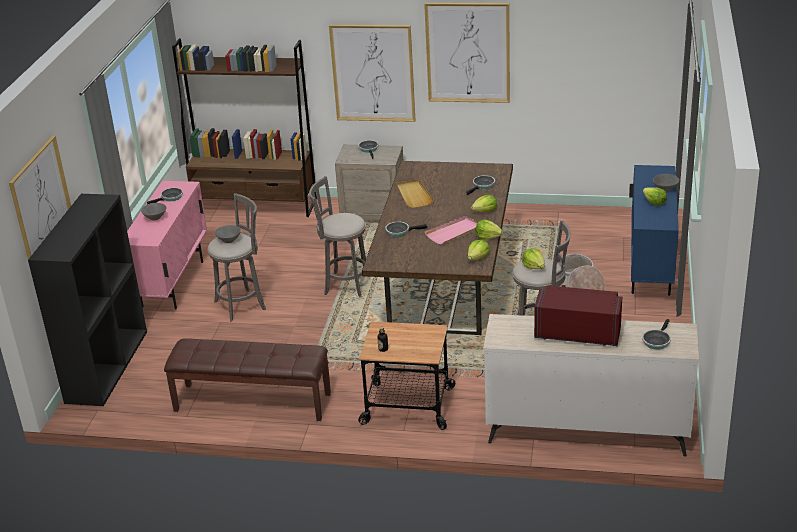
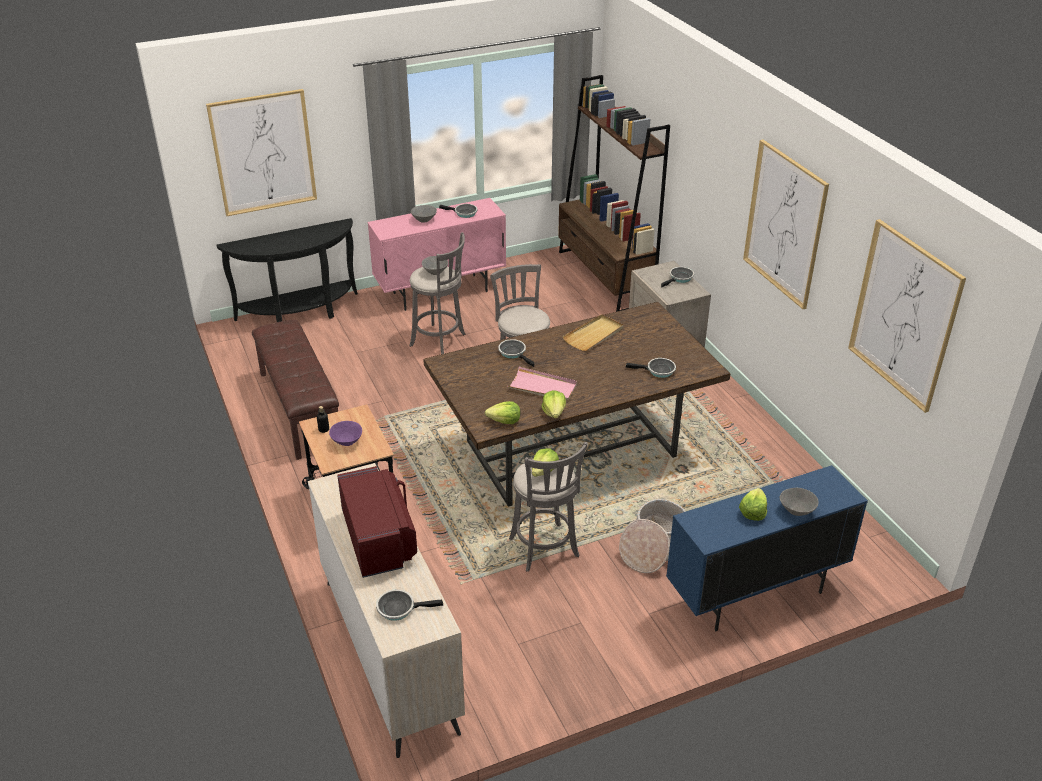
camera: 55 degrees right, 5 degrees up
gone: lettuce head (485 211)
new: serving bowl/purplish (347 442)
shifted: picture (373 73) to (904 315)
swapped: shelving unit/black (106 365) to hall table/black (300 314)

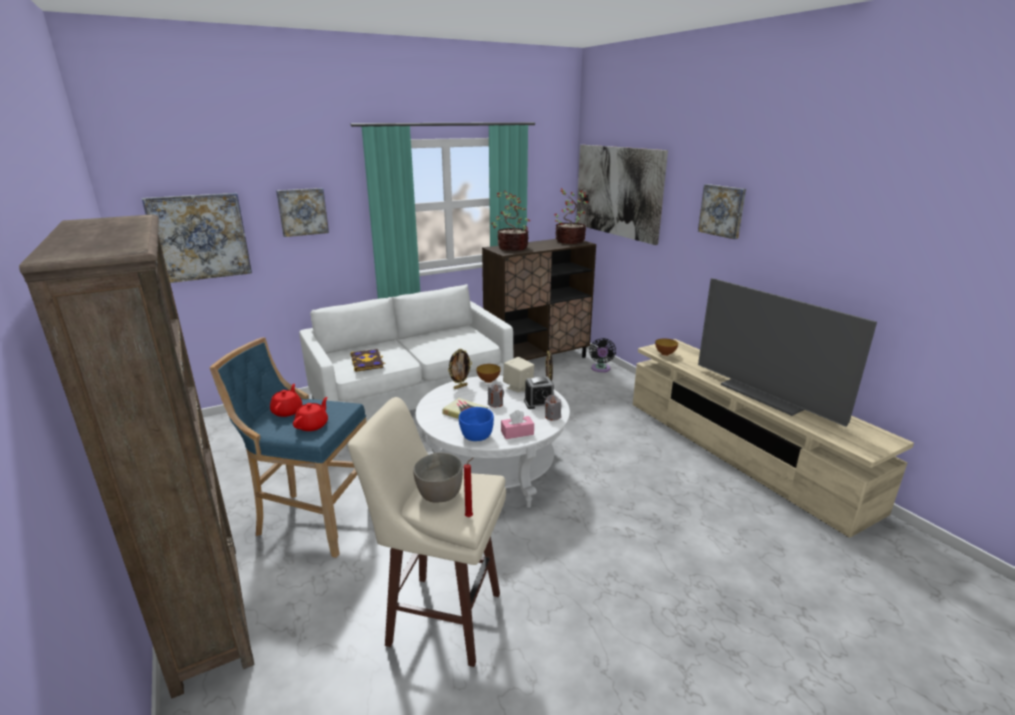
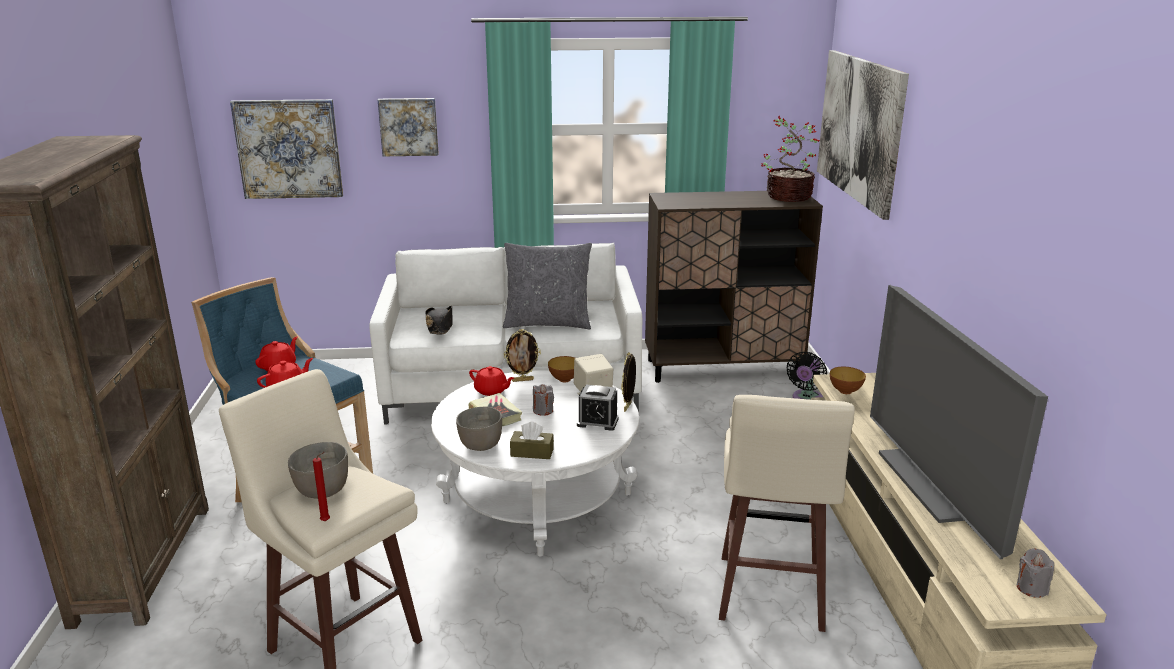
camera: 25 degrees right, 0 degrees up
gone: plant in a pot (511 247); picture (722 211)
new: tea pot/red-coloured (491 391); pillow/gray (548 323); stool/beige (769 595)
shifted: wax candle/gray (552 416) to (1031 588)
swapped: book (367 361) to hat/black (440 326)
repainted: serving bowl/blue (476 436) to serving bowl/gray (480 445); box of tissues/pink (517 433) to box of tissues/brown-coloured (532 452)

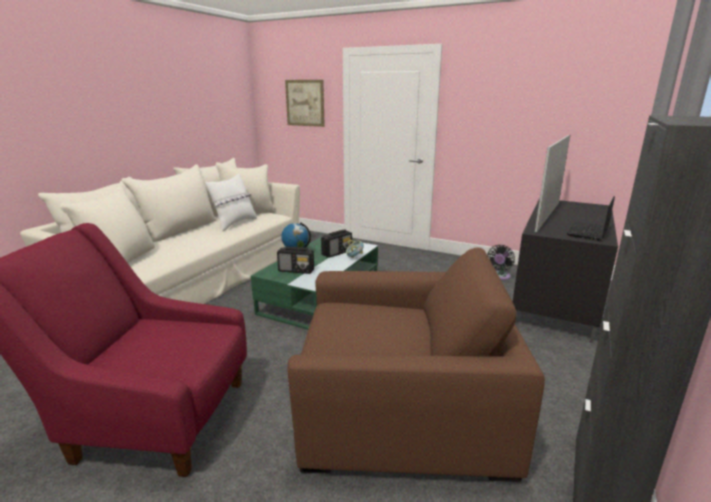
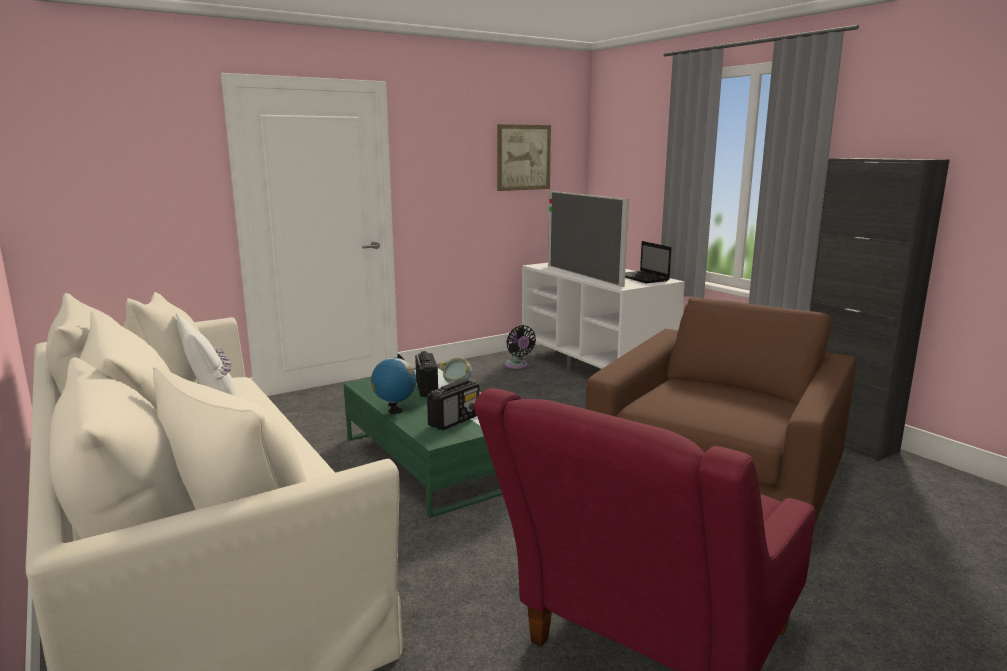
camera: 60 degrees left, 5 degrees down
shifted: picture (305 103) to (523 157)
repainted: media console/black (557 302) to media console/white (596 365)

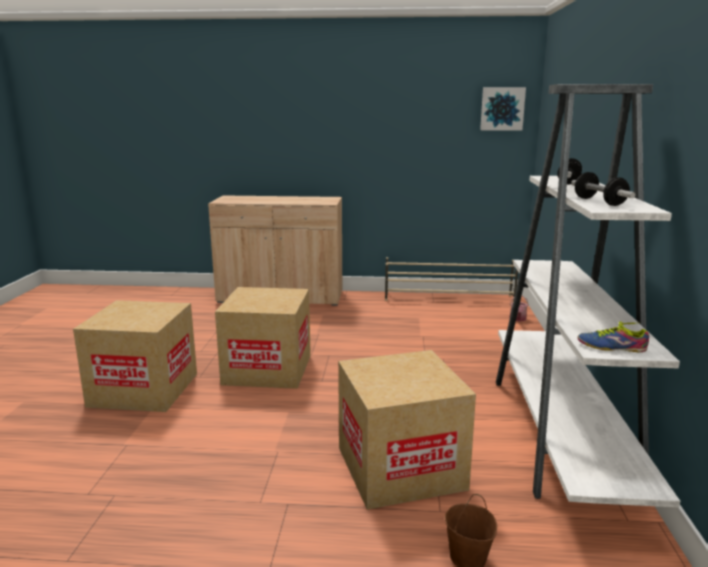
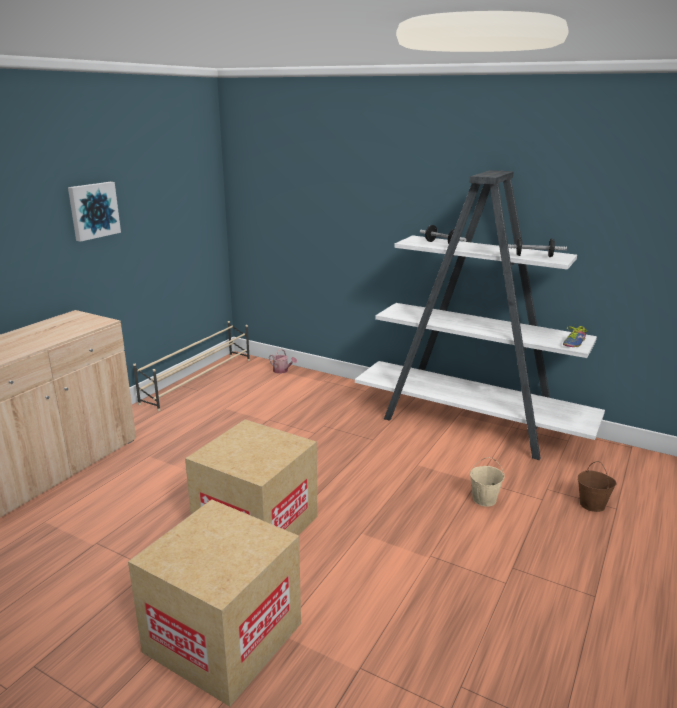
camera: 65 degrees left, 5 degrees up
shifted: picture (502 109) to (93 210)
swapped: carton (400 468) to pail/beige (484 499)

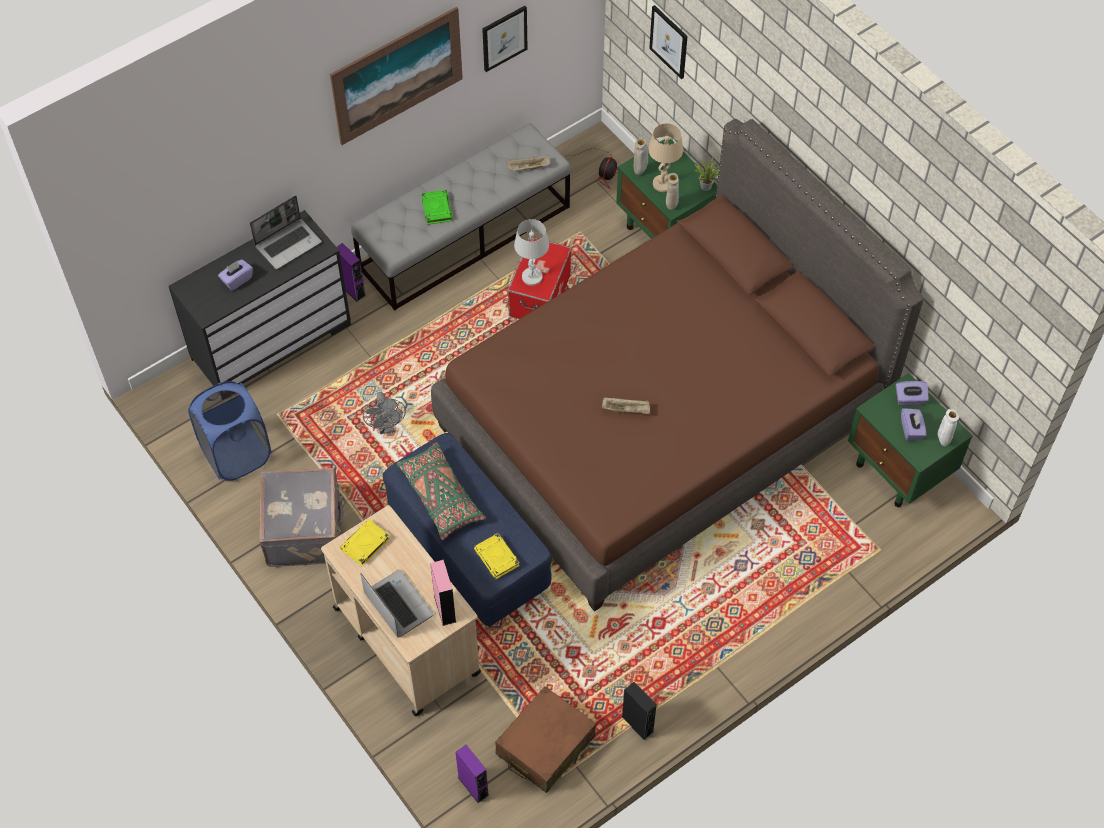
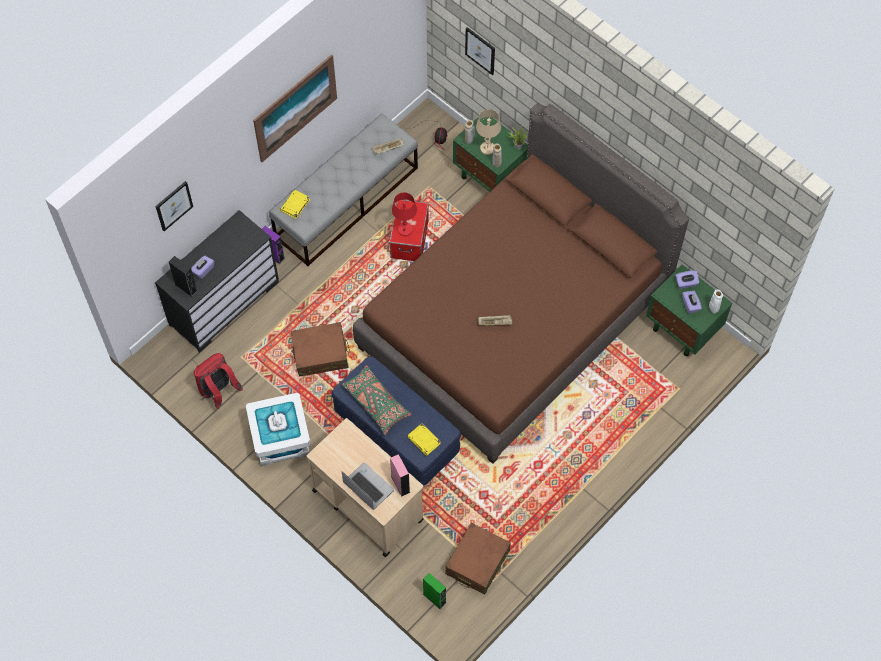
camera: 10 degrees left, 5 degrees up
gone: portable computer (288 244); book/green-coloured (436 209)
shifted: book/yellow-coloured (365 544) to (295 205); picture (504 38) to (173 205); loudspeaker/black (637 724) to (186 287)
swapped: washing basket/blue (236 455) to knapsack/red-coloured (219 391); piece of luggage/gray (306 530) to storage bin/white (280 438); electric fan/gray (386 427) to piece of luggage/brown-coloured (320 354)
repainted: loudspeaker/purplish (473 786) to loudspeaker/green-coloured (434 598); lamp for a table/white (532 277) to lamp for a table/red-coloured (405 229)

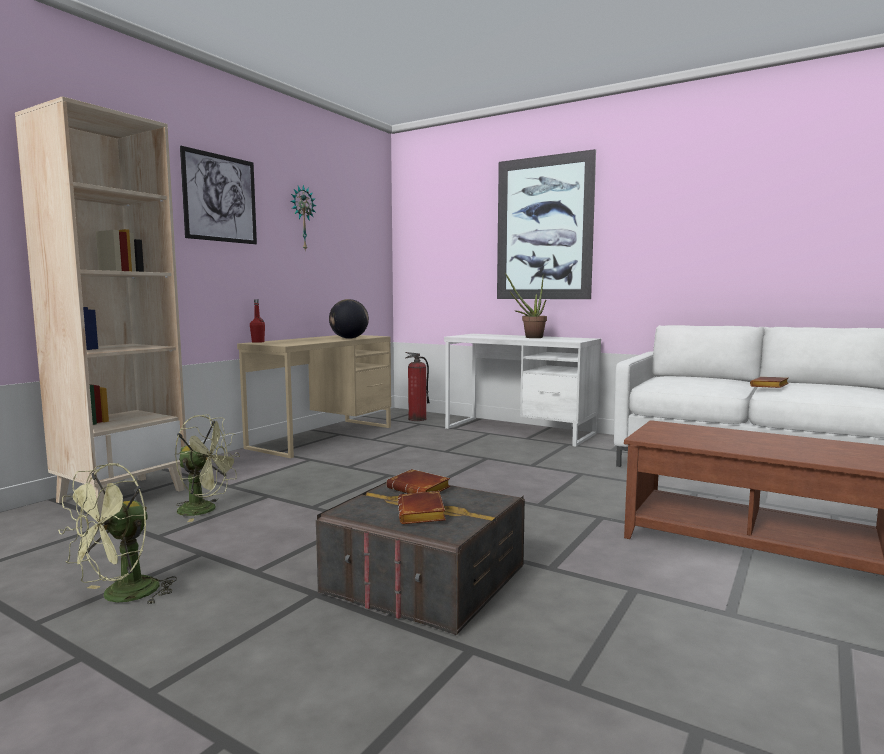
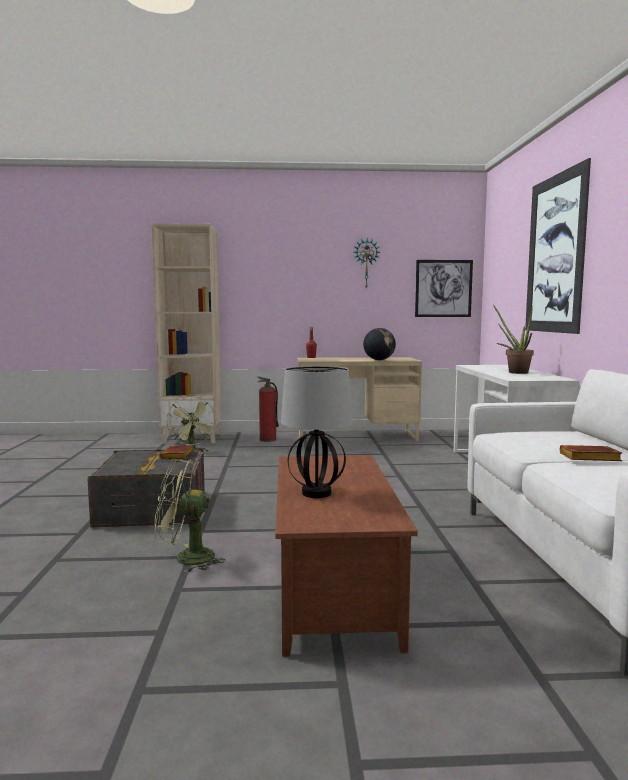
camera: 55 degrees right, 0 degrees up
gone: book/brown-coloured (423 514)
new: lamp for a table (315 493)
shifted: electric fan/green-coloured (121 597) to (186 558); picture (220 198) to (443 288); fire extinguisher (417 419) to (267 439)

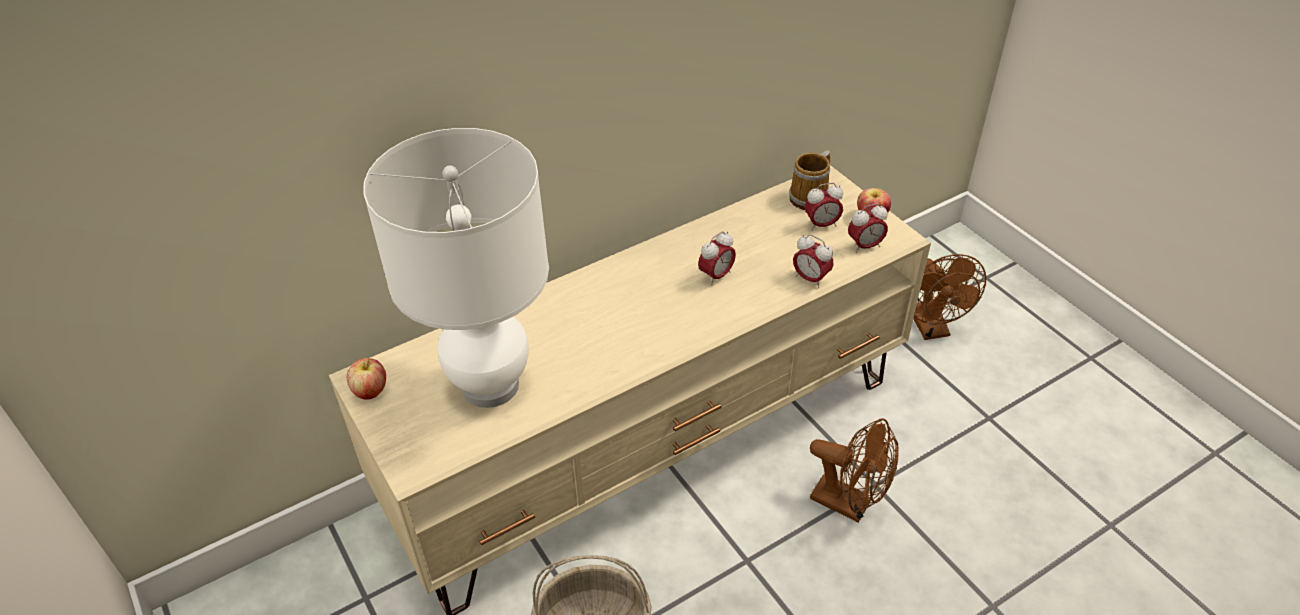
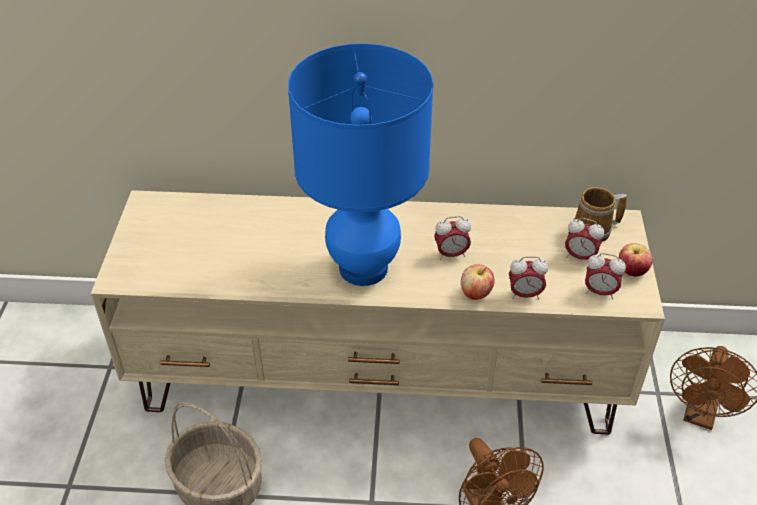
camera: 35 degrees right, 0 degrees up
gone: lamp for a table/white (490 385)
new: lamp for a table/blue (363 268)
shifted: apple fruit (370 391) to (475 293)
rotated: alarm clock (810 279) = (524 294) 75 degrees counterclockwise

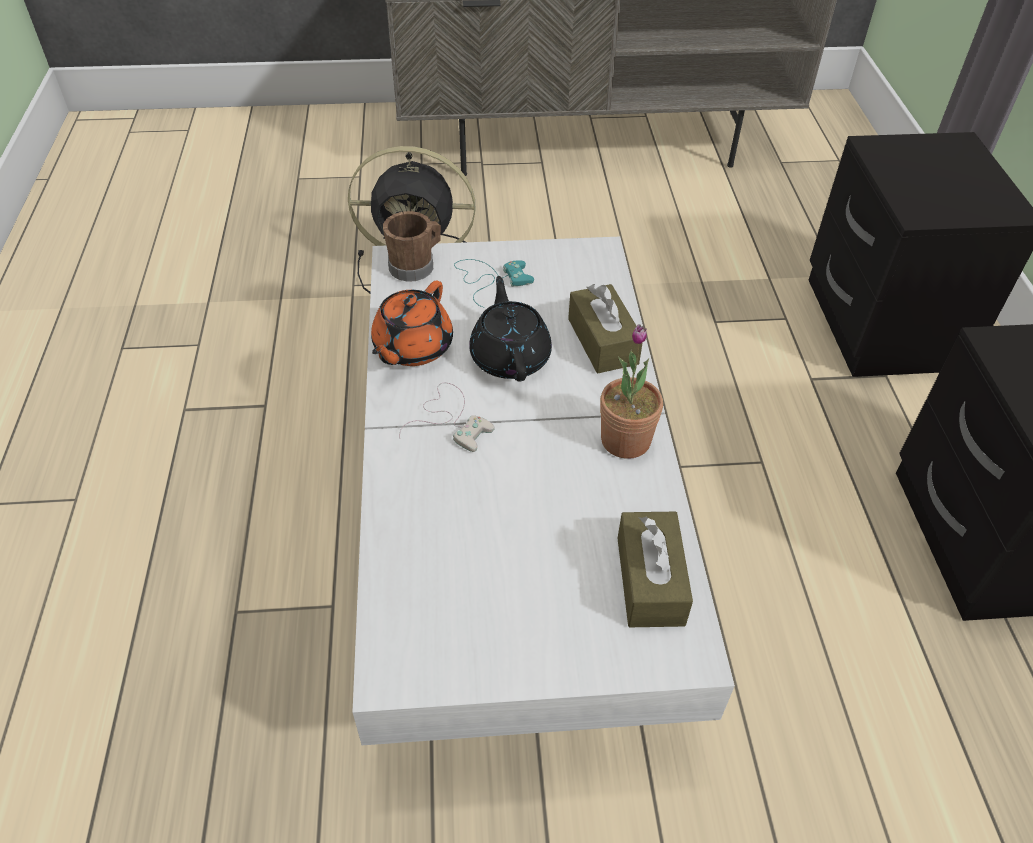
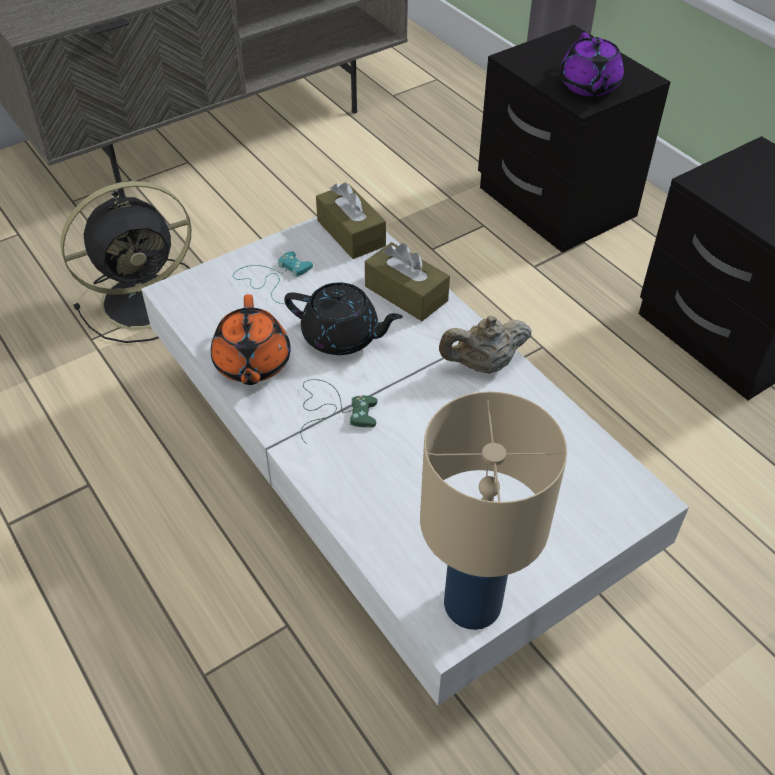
camera: 30 degrees left, 0 degrees up
gone: tea mug/brown-coloured (416 266)
new: lamp for a table/beige (474 605); tea pot/purplish (589 86)
shifted: box of tissues/brown-coloured (650 580) to (351 233)
swapped: plant in a pot (625 440) to tea pot/beige (483 365)
repainted: joypad/white (450 419) to joypad/green-coloured (333 409)
rotated: tea pot/black (510 357) = (342 337) 150 degrees clockwise

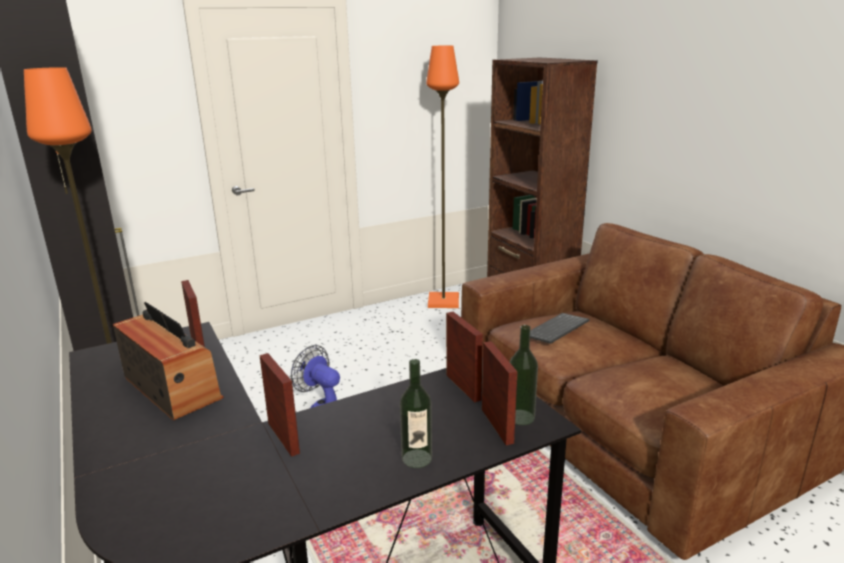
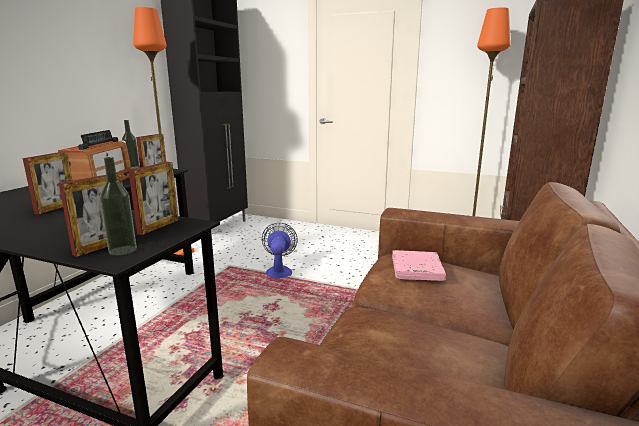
camera: 50 degrees right, 5 degrees down
shifted: beverage bottle (416 458) to (132 167)
swapped: PC keyboard (557 330) to book/pink (416 269)

